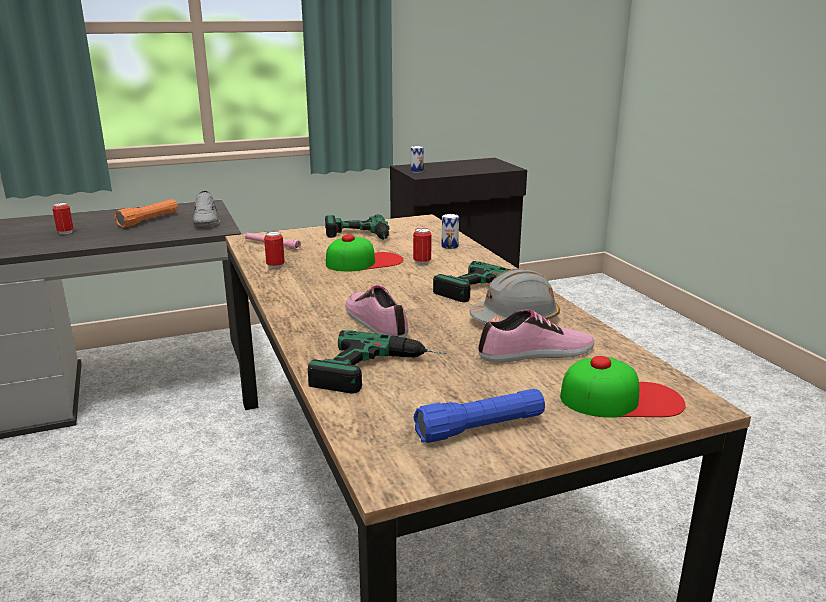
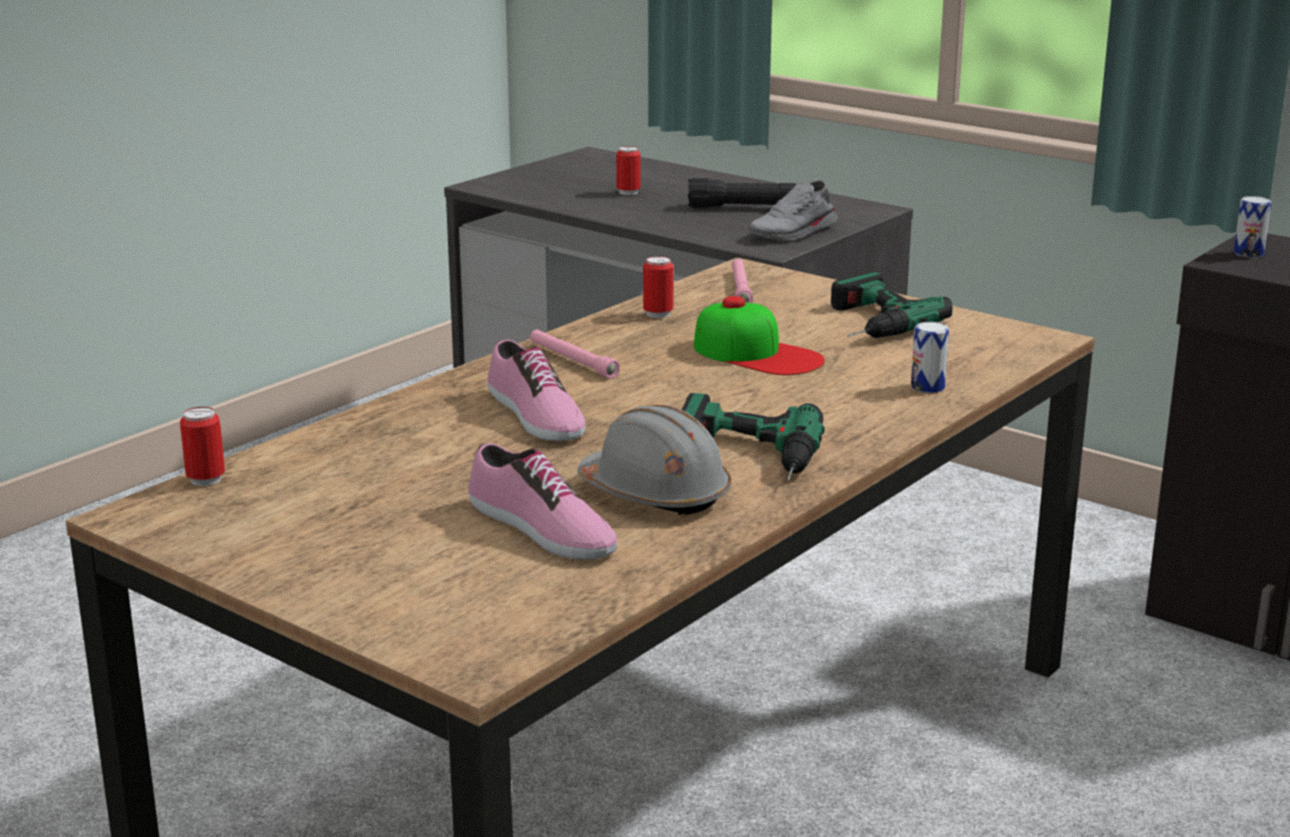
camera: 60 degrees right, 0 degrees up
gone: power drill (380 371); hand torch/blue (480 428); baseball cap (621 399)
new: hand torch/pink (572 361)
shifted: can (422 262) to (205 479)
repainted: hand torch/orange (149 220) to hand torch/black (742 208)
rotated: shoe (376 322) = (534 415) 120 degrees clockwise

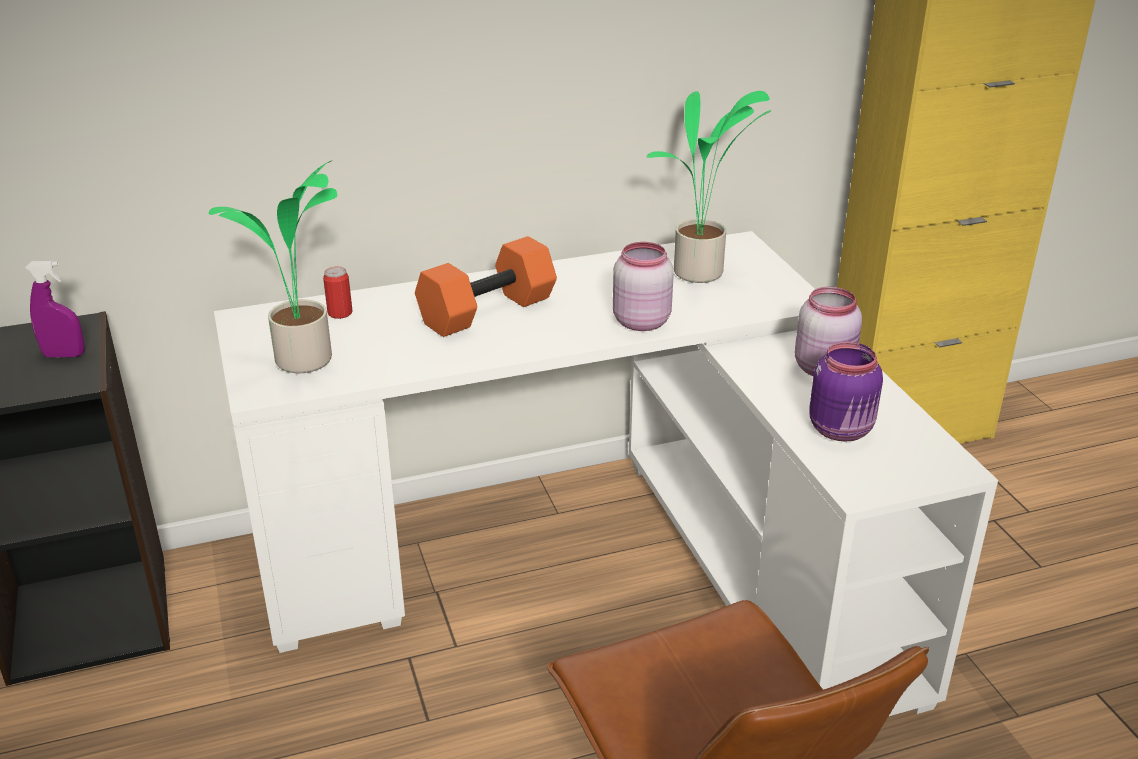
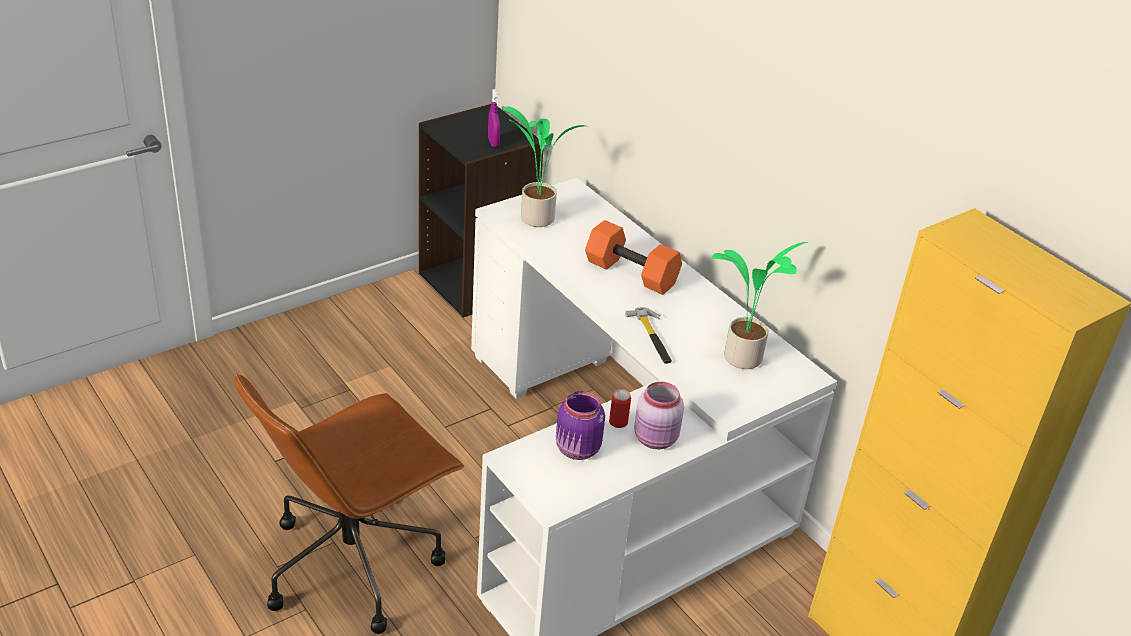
camera: 70 degrees right, 5 degrees up
shifted: can (340 313) to (618 422)
swapped: preserve jar/pink (640 321) to tool hammer (653 338)

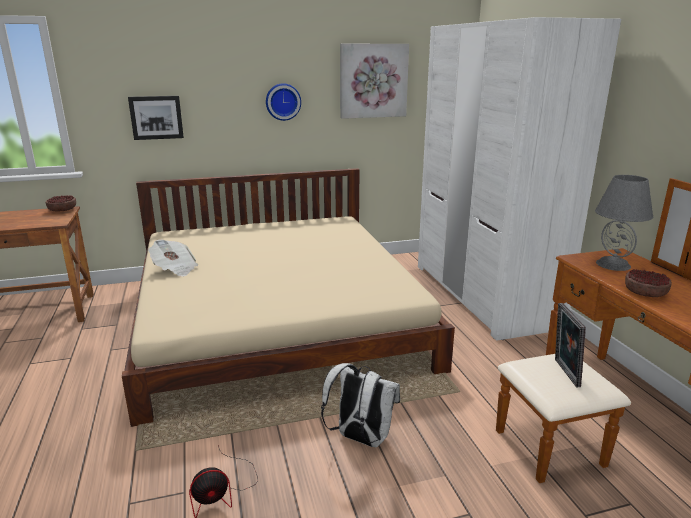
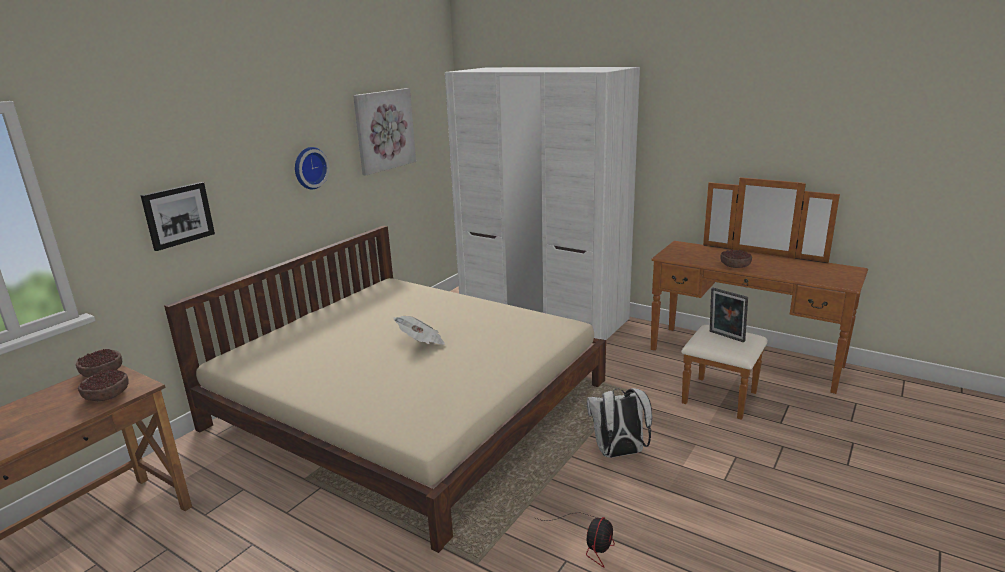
camera: 40 degrees left, 0 degrees up
gone: lamp for a table/gray (612 264)
new: serving bowl (107 395)
shifted: printed paper (175 269) to (421 342)

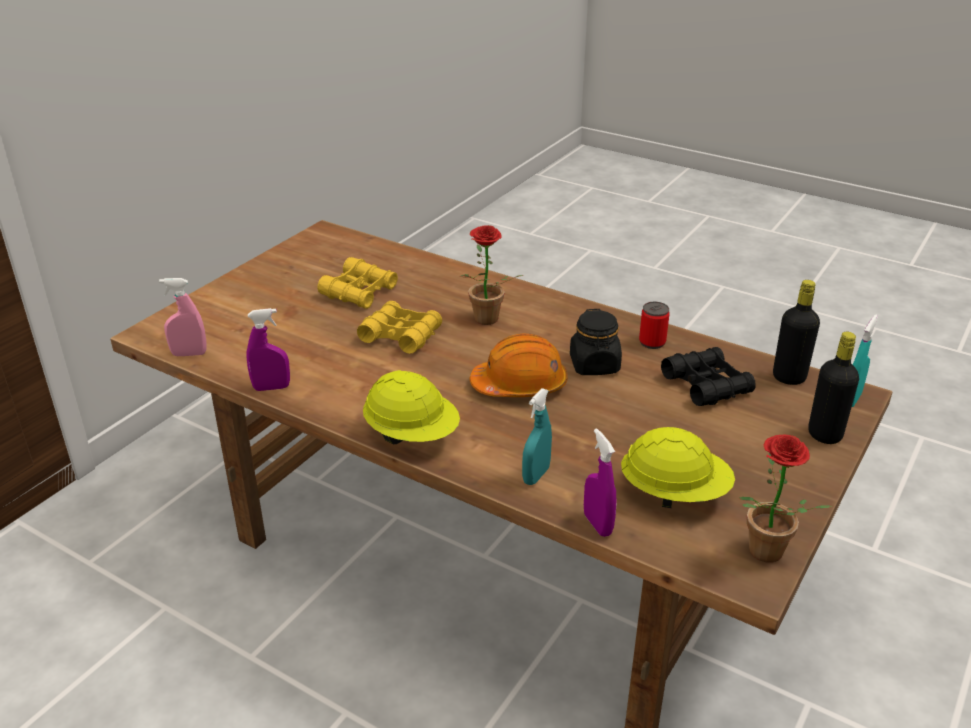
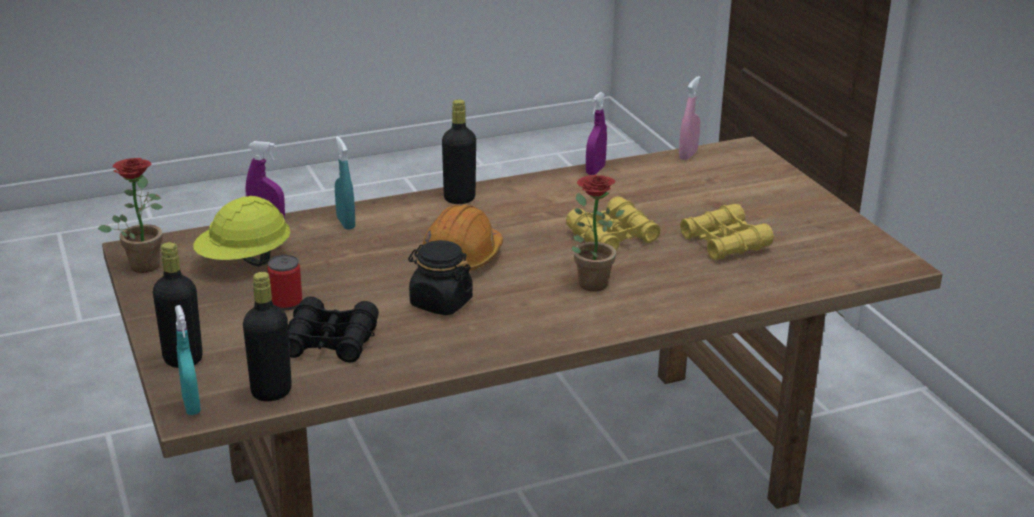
camera: 125 degrees right, 5 degrees down
shifted: can (652 342) to (286 303)
swapped: safety helmet/yellow-coloured (412 435) to beverage bottle/black (459 199)

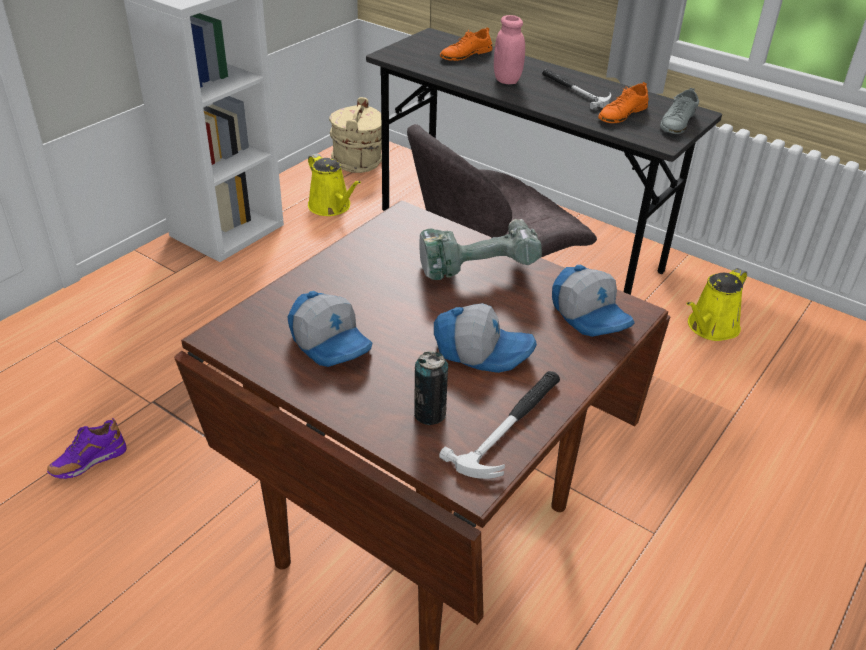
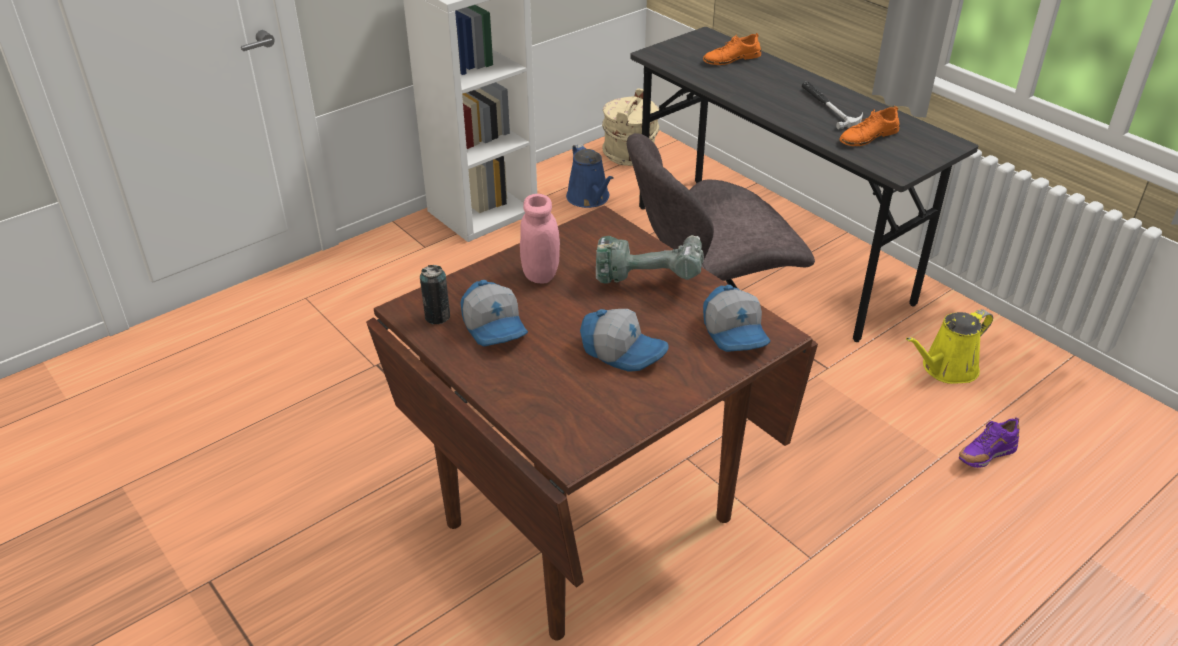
camera: 15 degrees right, 0 degrees up
gone: tool hammer (511 425); shoe/gray (677 122)
shifted: shoe/purplish (89 463) to (984 456); can (429 414) to (437 317); preserve jar/pink (507 80) to (540 274)
repainted: watering can/yellow-coloured (332 207) to watering can/blue (590 198)

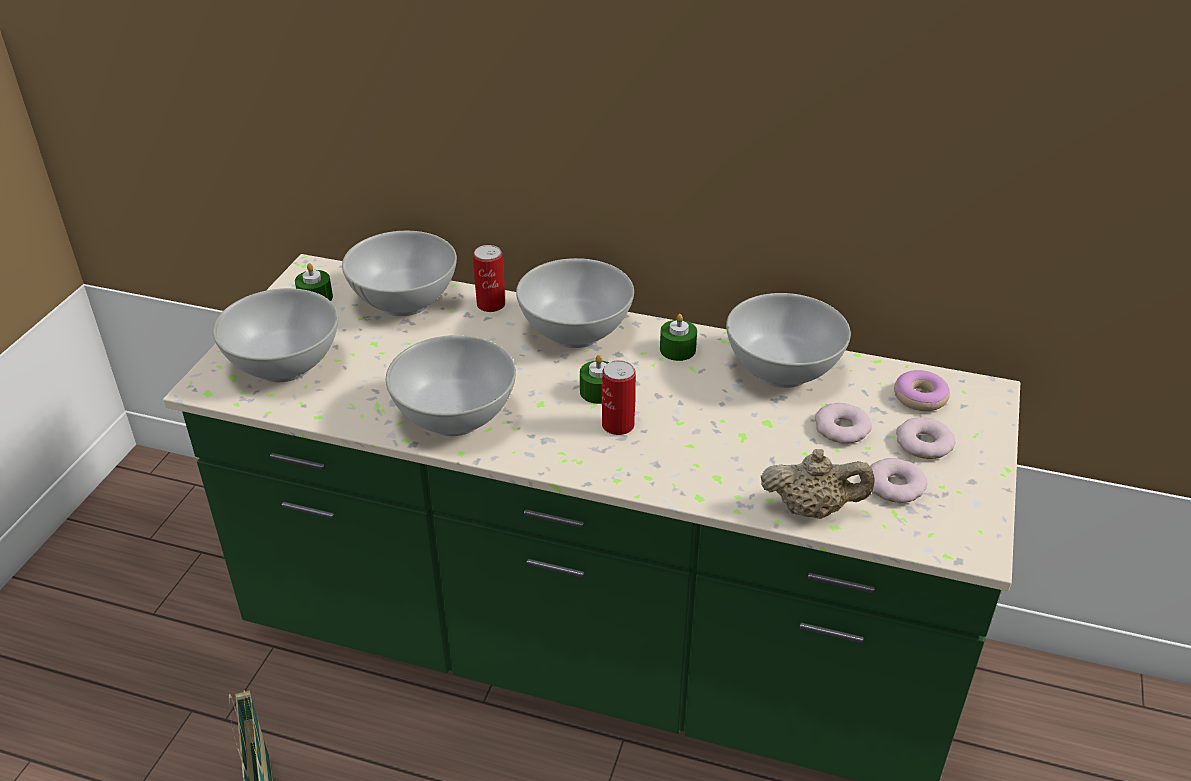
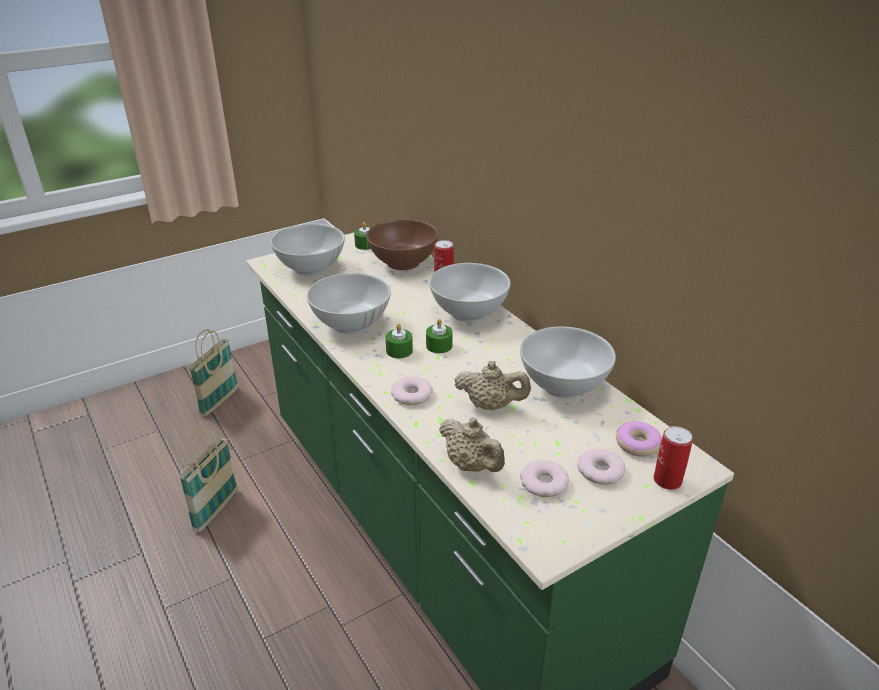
camera: 40 degrees right, 5 degrees down
new: basket (219 401); tea pot/beige (491 405)
shifted: can (618 425) to (667 480); wax candle/green-coloured (677 349) to (399 350); ring doughnut (842 429) to (411 395)
repainted: serving bowl/white (405 301) to serving bowl/brown-coloured (403 263)

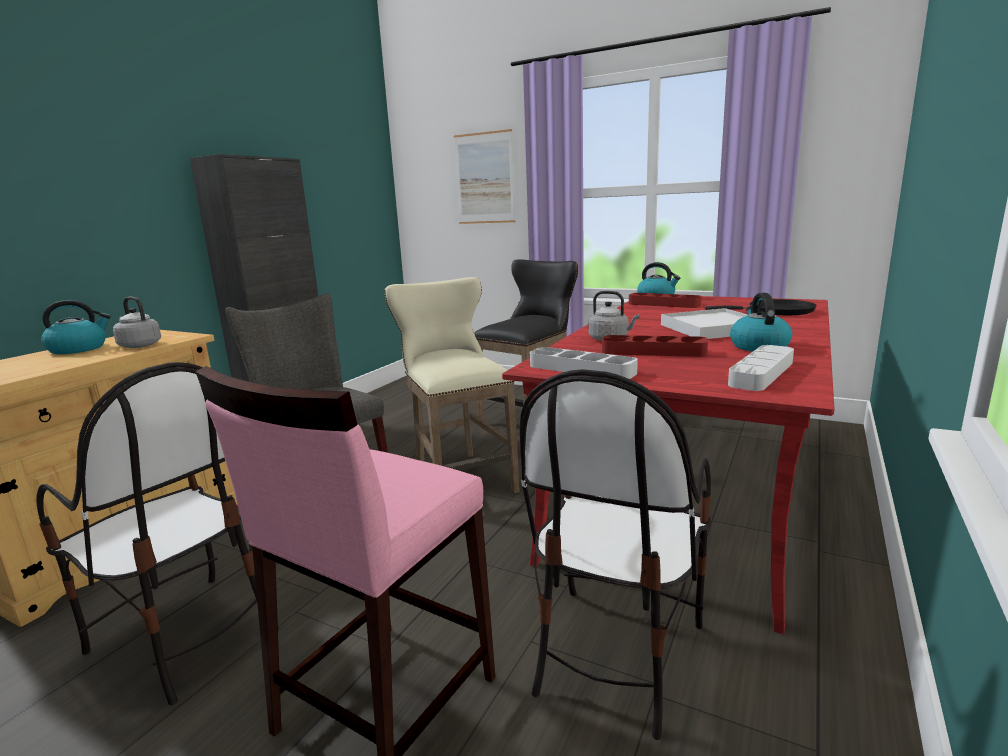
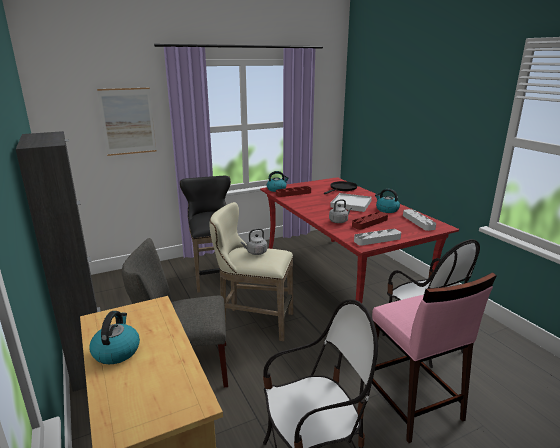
camera: 55 degrees left, 5 degrees up
shifted: water kettle/gray (139 345) to (255 252)

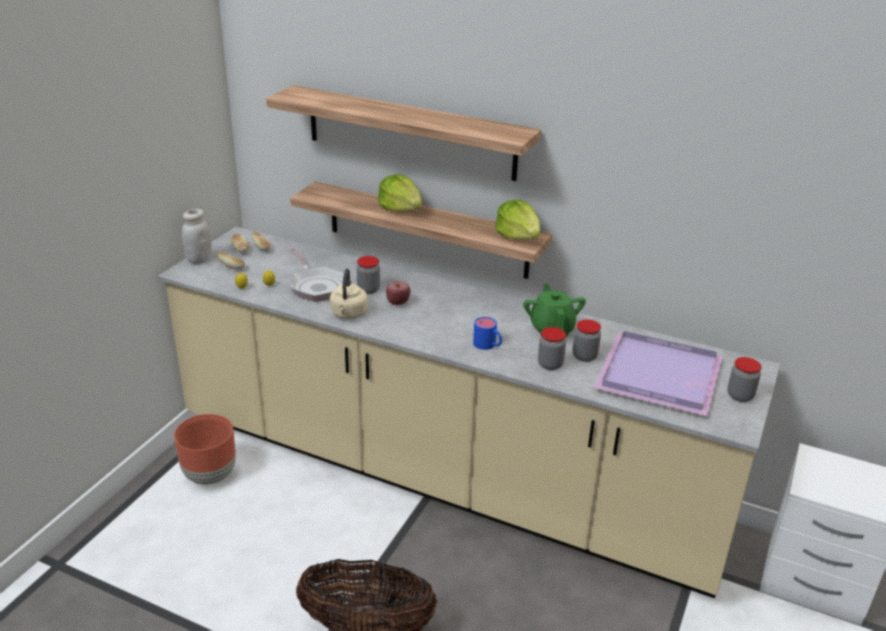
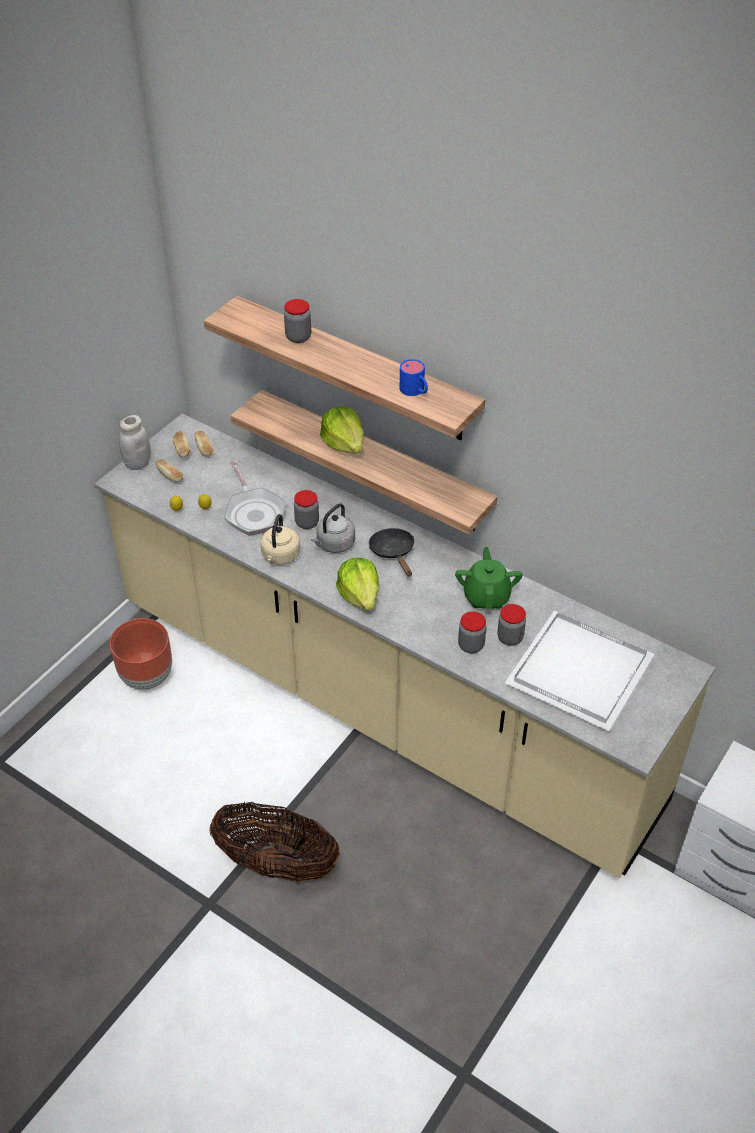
camera: 10 degrees right, 15 degrees up
new: pan/black (393 552)
shifted: tea mug/blue (488 345) to (415 391); lettuce head (518 236) to (360 595); preserve jar (740 396) to (298 337)
swapped: apple fruit (398 302) to water kettle/gray (334 544)
repainted: tray/purplish (661 377) to tray/white (580 674)

